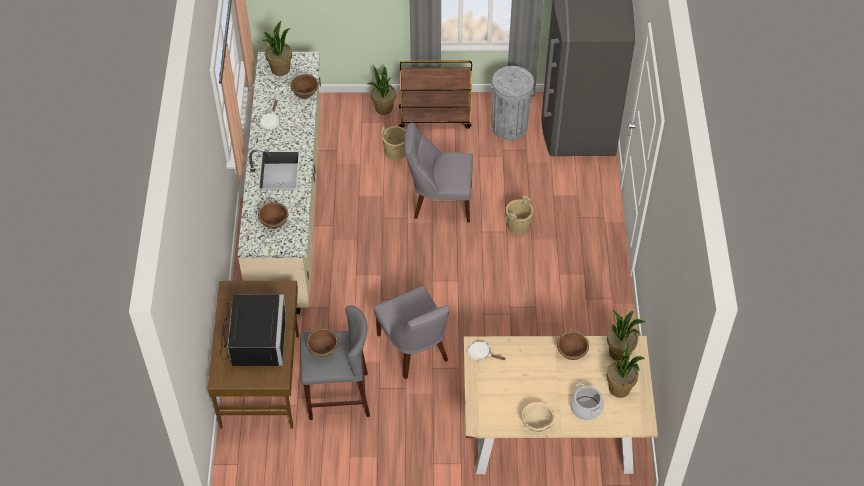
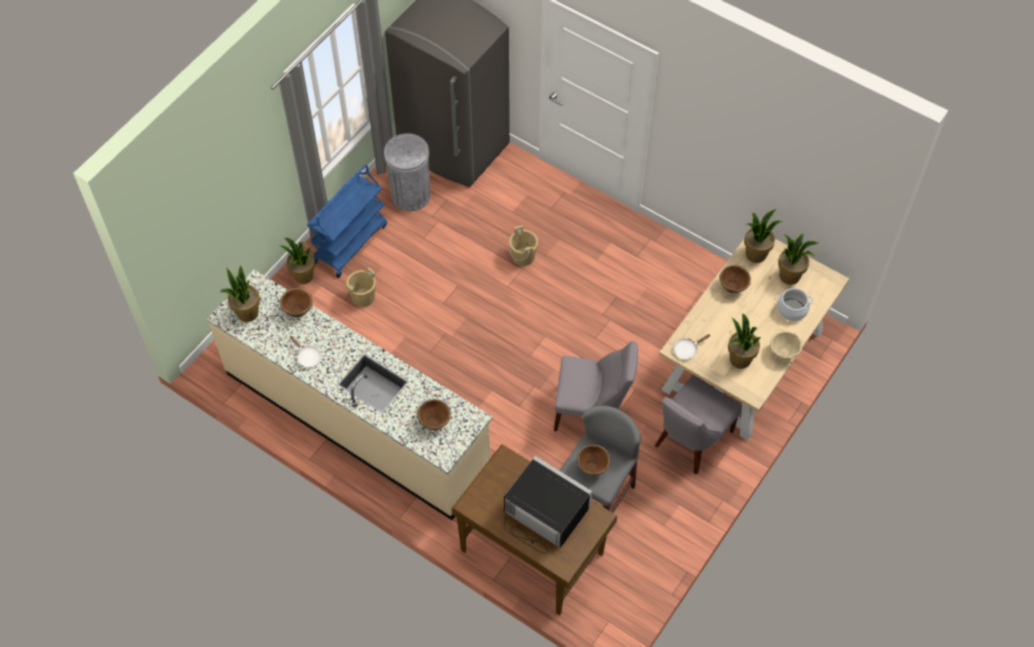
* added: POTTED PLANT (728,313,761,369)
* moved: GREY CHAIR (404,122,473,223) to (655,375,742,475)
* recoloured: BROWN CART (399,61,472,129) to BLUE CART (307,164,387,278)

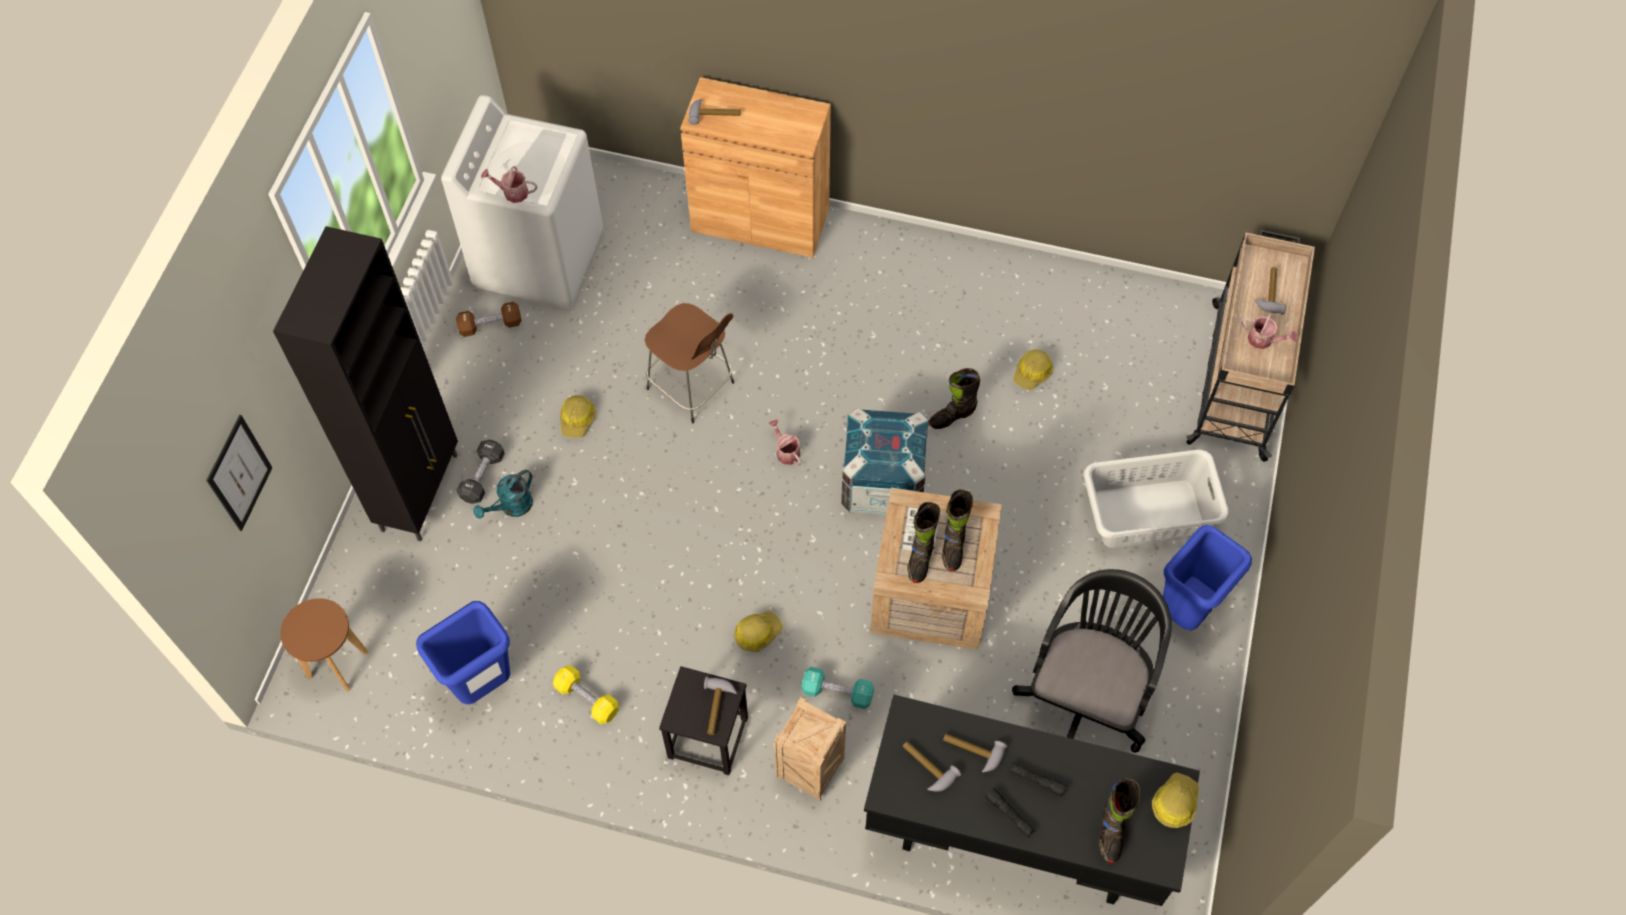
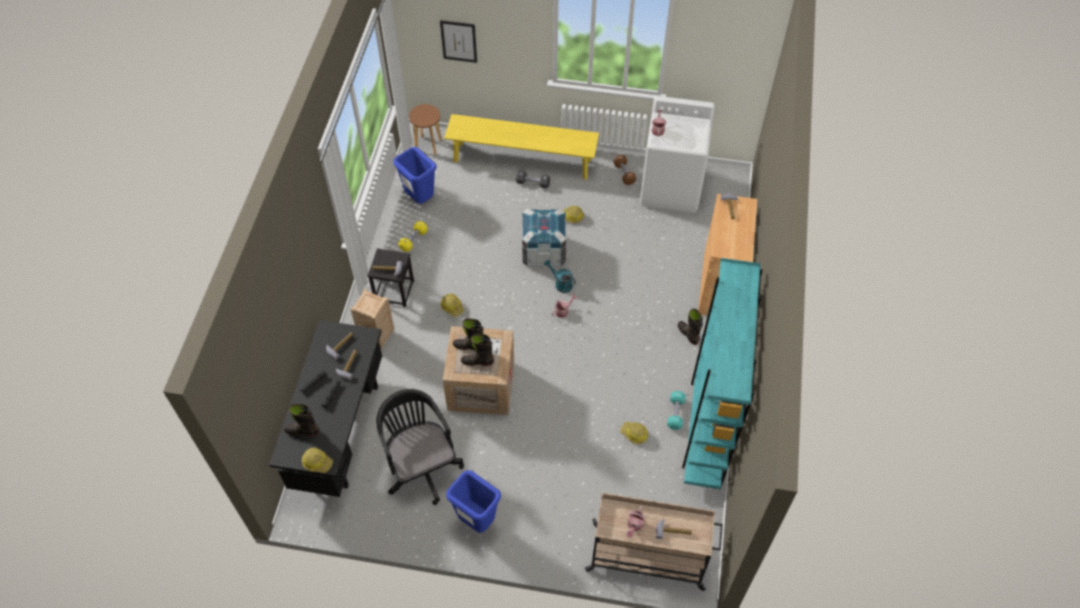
* removed: BROWN STOOL (645,303,734,424)
* removed: GREY LAUNDRY BASKET (1083,449,1229,548)
* added: TURQUOISE BOOKCASE (682,258,763,489)
* moved: TURQUOISE WATERING CAN (474,469,533,519) to (544,260,576,293)
* moved: TURQUOISE DUMBBELL (801,667,874,709) to (667,391,686,430)
* moved: CRATE (841,407,929,515) to (522,209,566,267)
* moved: BLACK BOOT (929,368,980,429) to (678,309,703,345)
* replaced: BLACK CABINET (273,226,458,541) to YELLOW BENCH (444,114,599,180)
* turned: BLACK OFFICE CHAIR (1012,569,1172,753) = (376,389,464,505) 135 degrees counterclockwise

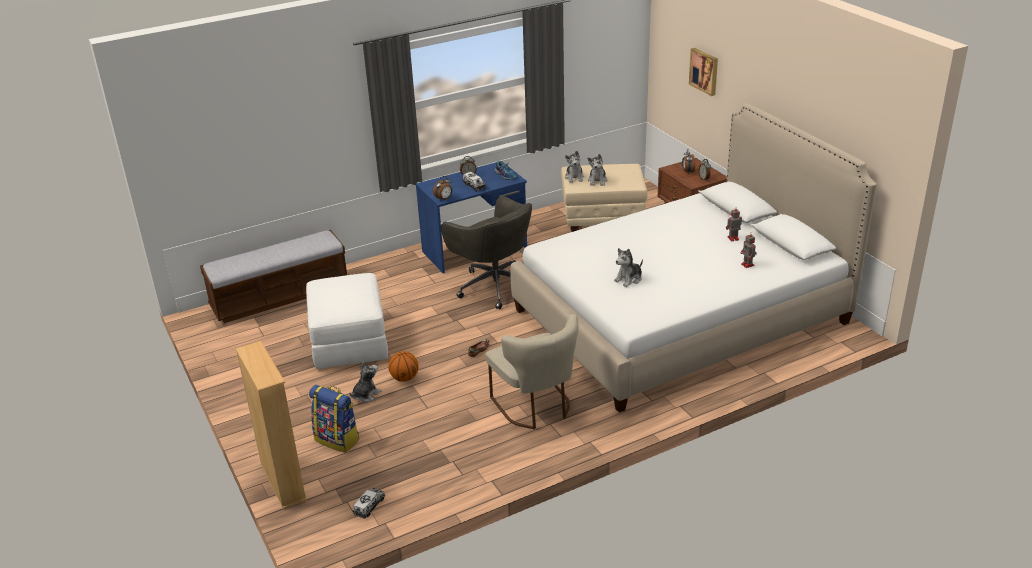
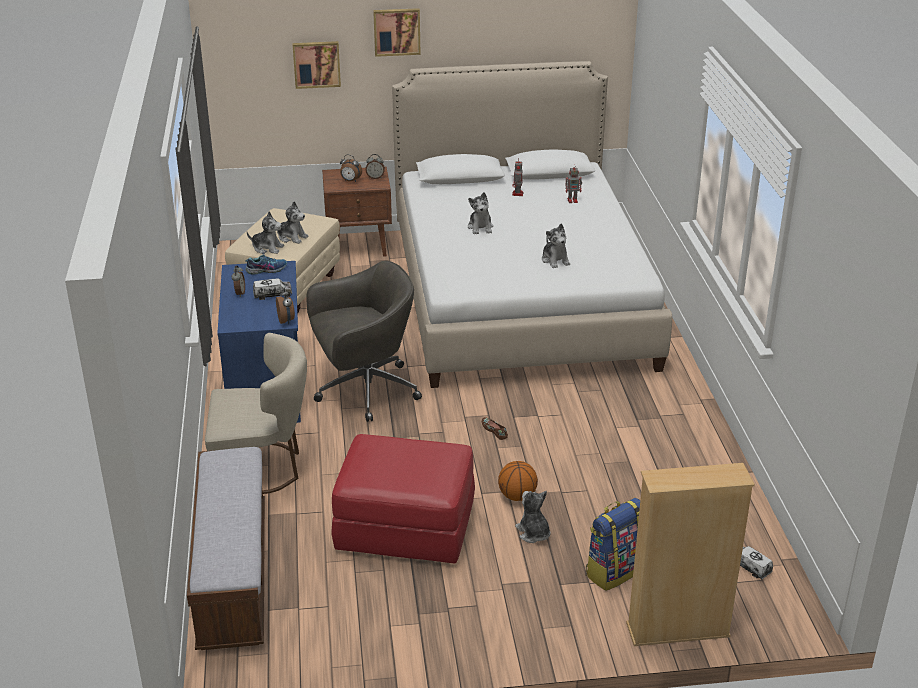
* added: PICTURE (373,8,421,57)
* added: PLUSH TOY (468,192,493,234)
* moved: BEIGE CHAIR (485,314,578,429) to (205,333,307,494)
* recoloured: WHITE OTTOMAN (306,273,388,369) to RED OTTOMAN (331,434,475,564)

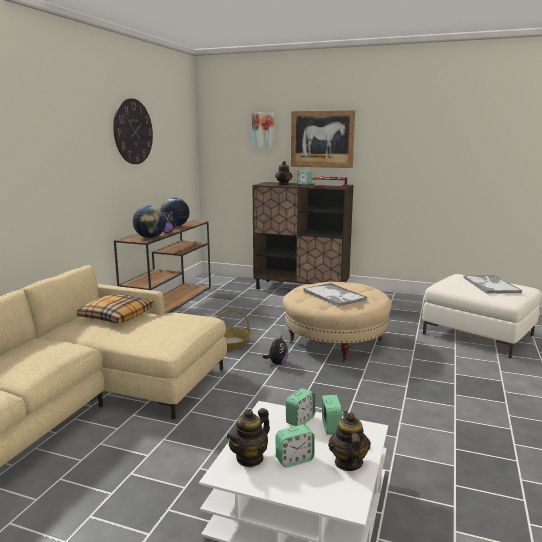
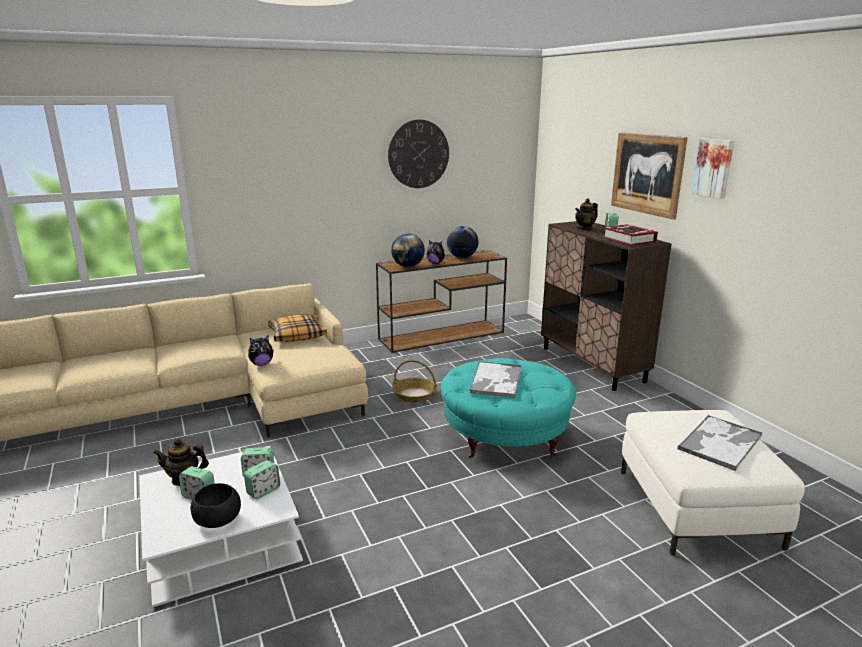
* moved: PICTURE (252,112,274,148) to (692,138,734,199)
* moved: PLUSH TOY (263,335,288,365) to (248,336,274,366)
* replaced: TEAPOT (328,411,371,471) to BLACK BOWL (191,483,241,528)
* recoloured: BEIGE OTTOMAN (283,282,392,362) to TURQUOISE OTTOMAN (441,358,576,458)

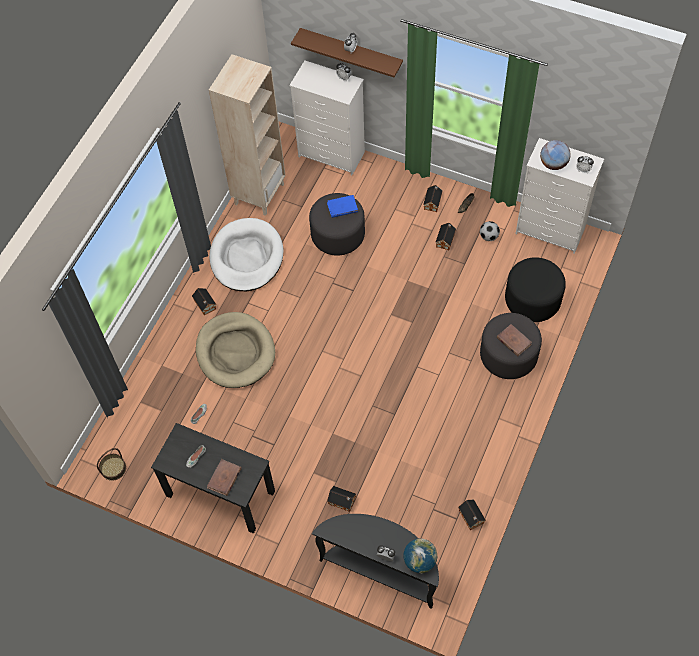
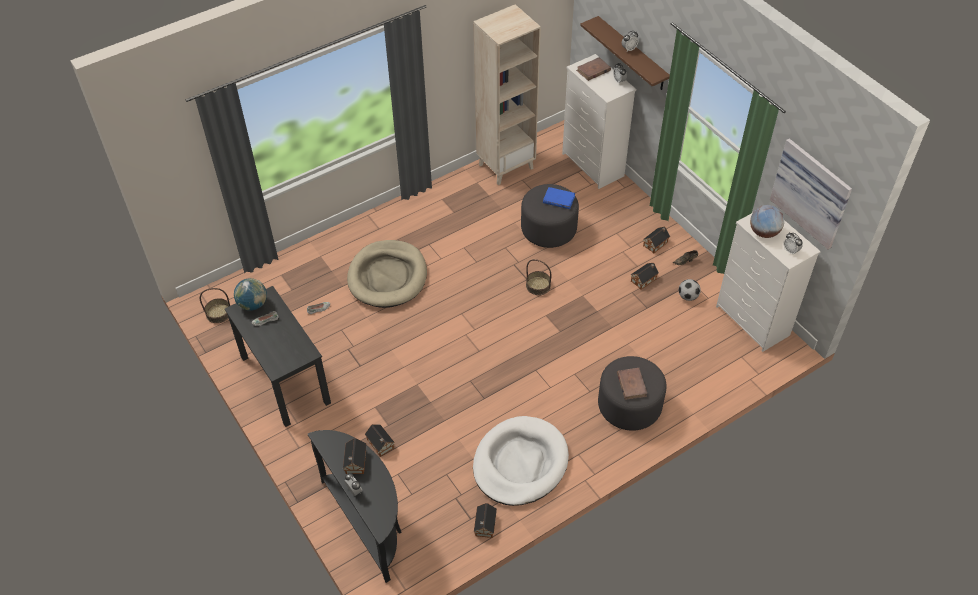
* removed: BLACK OTTOMAN (505,257,566,322)
* added: BASKET (526,259,552,295)
* added: PICTURE (770,139,852,249)
* moved: TOY HOUSE (192,288,216,315) to (343,438,367,474)
* moved: BROWN BOOK (207,459,242,496) to (576,57,611,81)
* moved: WHITE DOG BED (209,218,283,291) to (473,416,569,506)
* moved: GLOBE (403,539,437,573) to (234,278,267,311)

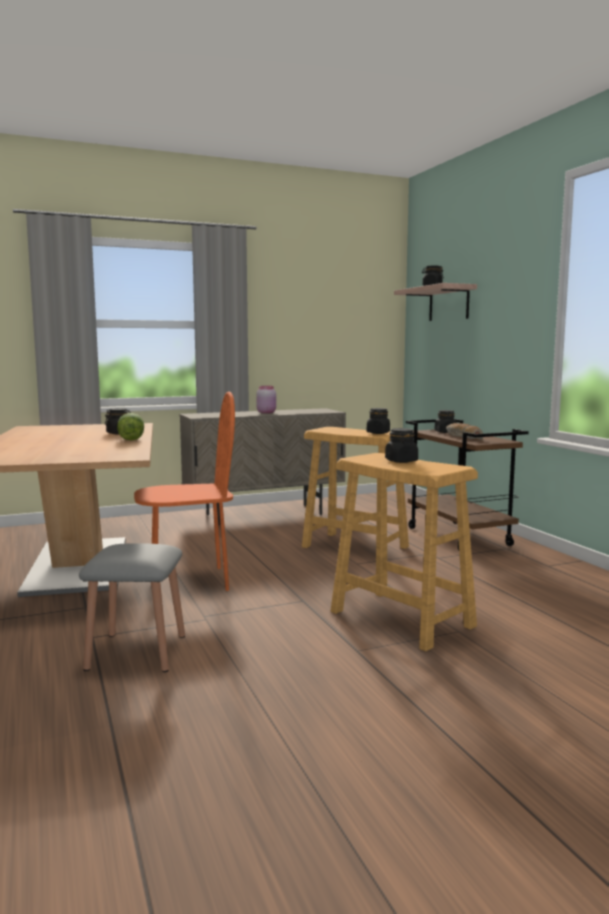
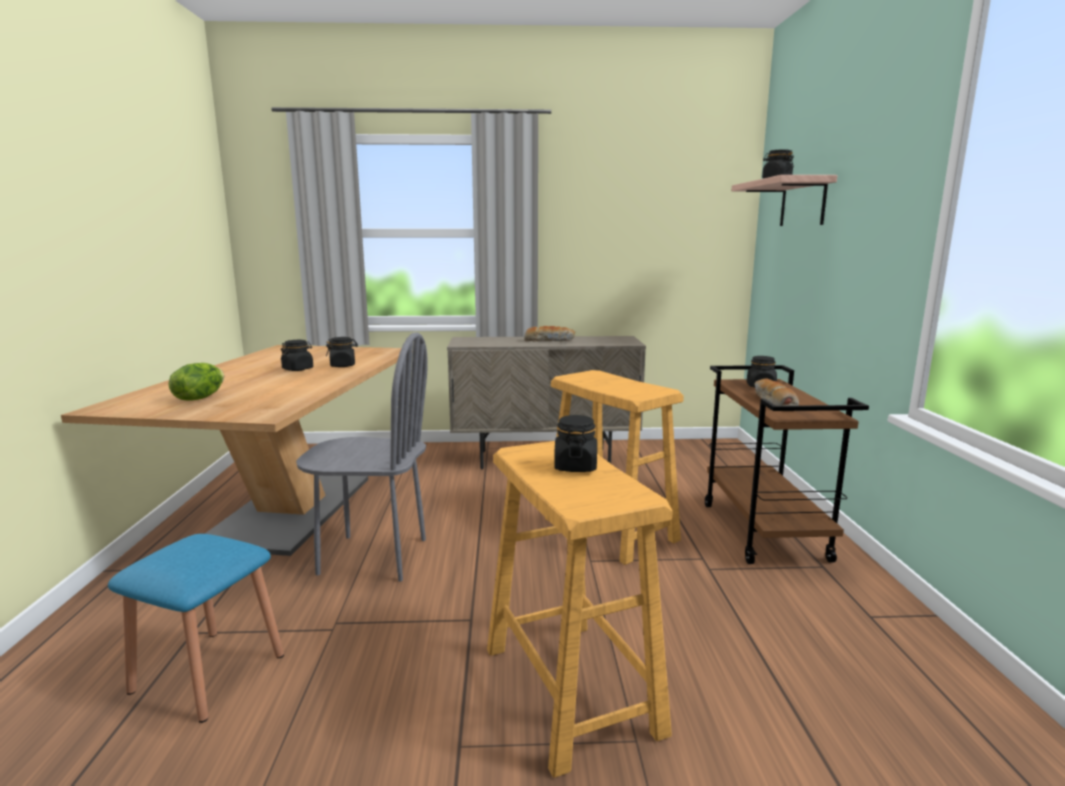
* moved: LETTUCE (117,413,144,441) to (168,363,224,401)
* moved: BLACK JAR (367,408,390,434) to (281,340,313,371)
* replaced: PINK JAR (256,386,276,413) to BREAD (524,326,575,342)
* recoloured: GREY STOOL (79,543,185,672) to BLUE STOOL (108,534,284,723)
* recoloured: ORANGE CHAIR (134,392,235,591) to GREY CHAIR (296,332,428,582)

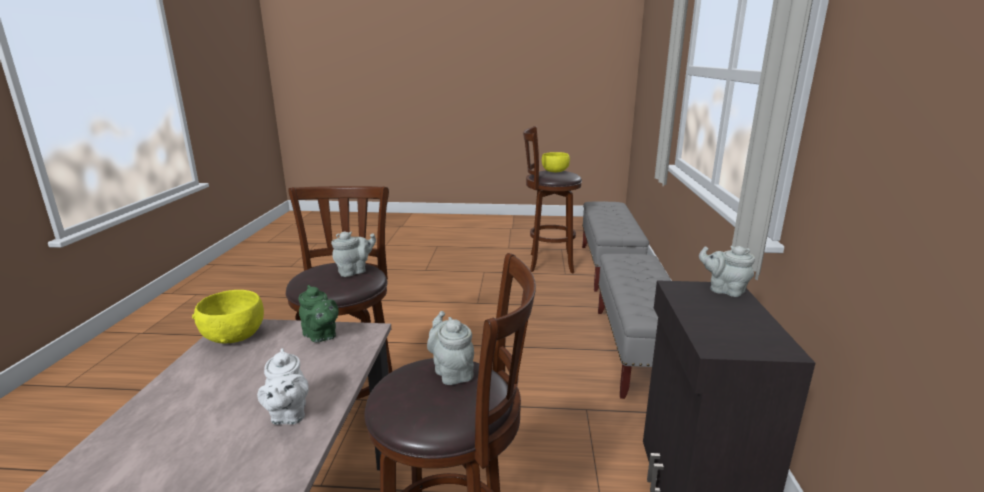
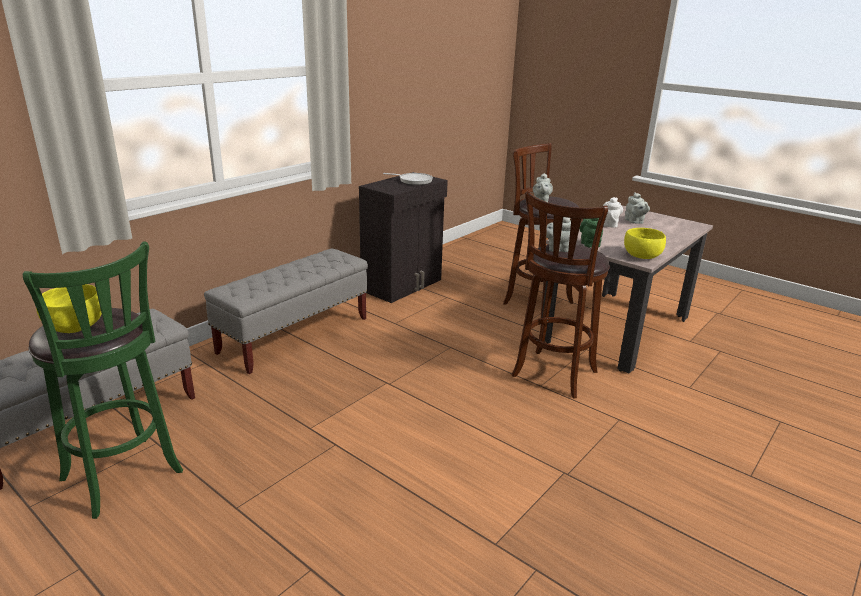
* added: FRYING PAN (383,173,433,185)
* moved: GREY TEAPOT (699,246,755,297) to (625,192,650,224)
* recoloured: BROWN STOOL (523,126,582,273) to GREEN STOOL (23,241,183,519)

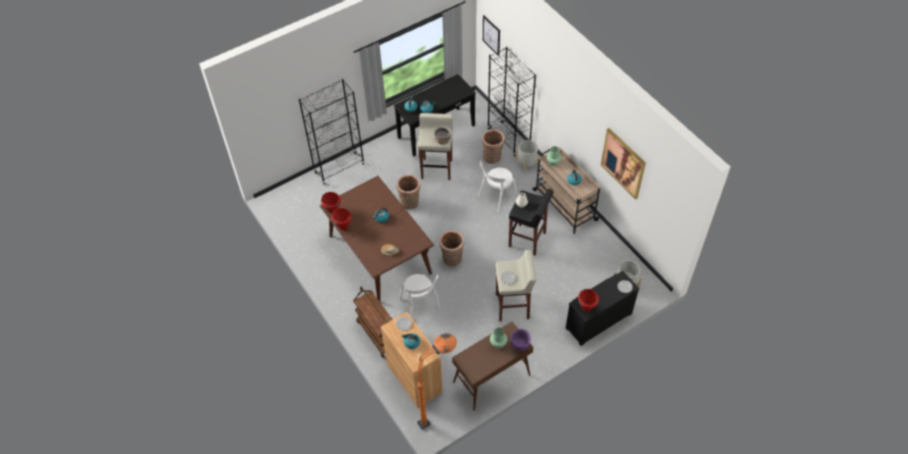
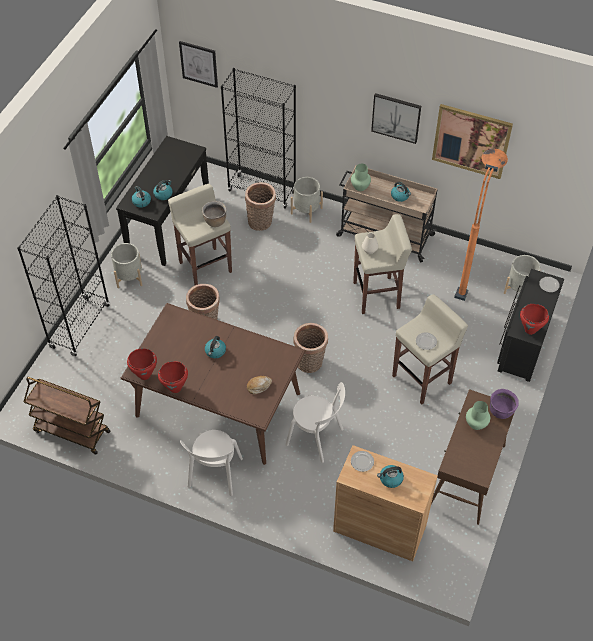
* added: GREY PLANTER (111,243,142,288)
* added: PICTURE (371,93,421,144)
* moved: BROWN CART (353,287,393,358) to (23,377,110,455)
* moved: ORANGE FLOOR LAMP (417,333,457,430) to (454,149,508,301)
* moved: WHITE CHAIR (478,160,518,212) to (180,430,243,496)
* recoloured: BLACK STOOL (509,189,554,256) to BEIGE STOOL (353,214,412,314)

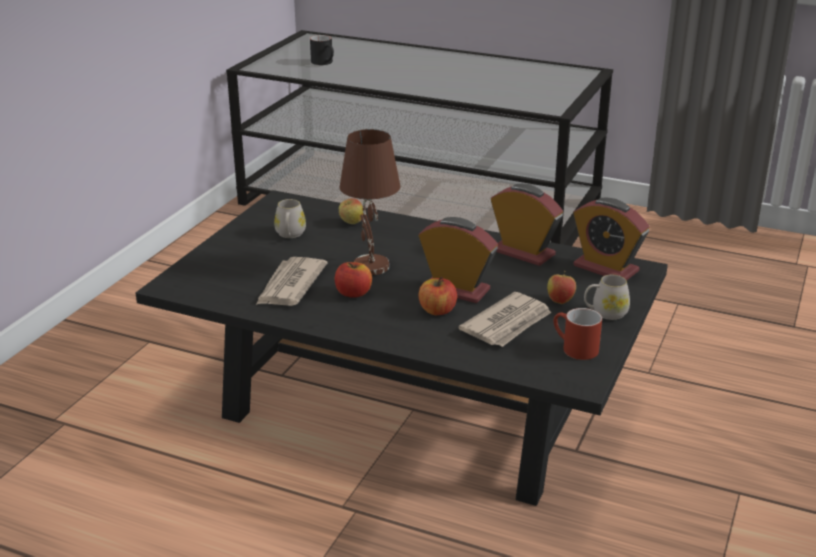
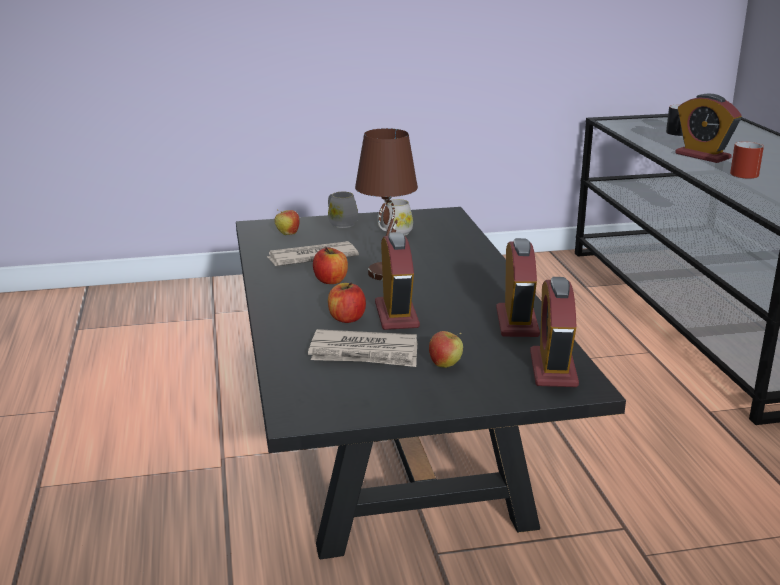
* added: ALARM CLOCK (675,94,742,163)
* moved: APPLE (339,198,363,224) to (274,209,300,235)
* moved: RED MUG (554,308,602,360) to (730,141,764,178)
* moved: WHITE MUG (584,275,630,320) to (328,192,358,228)

